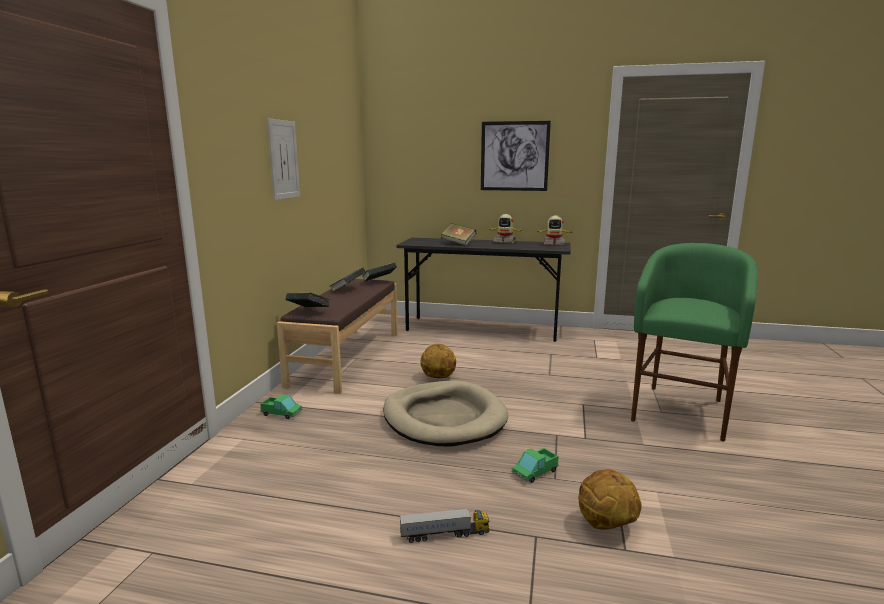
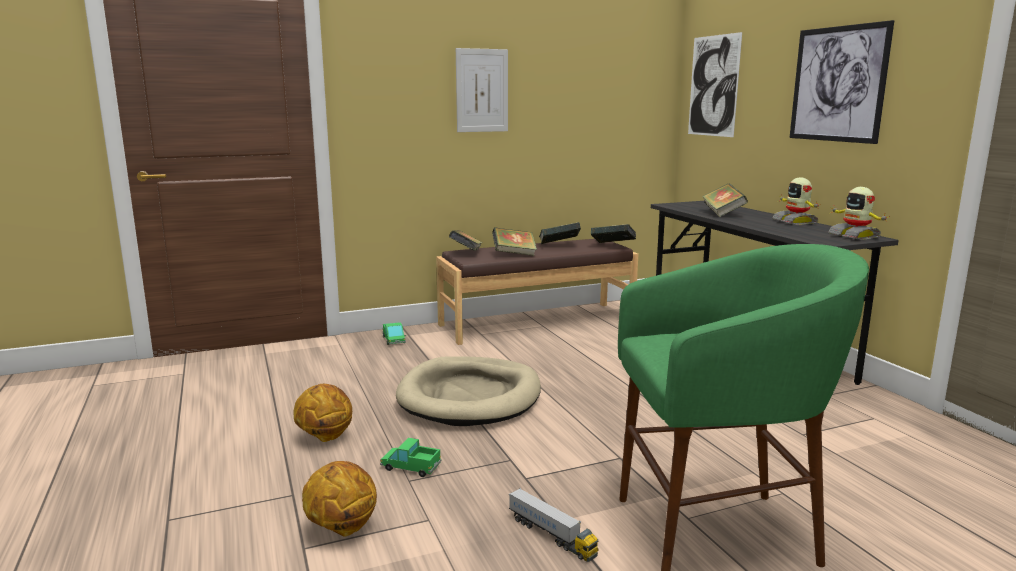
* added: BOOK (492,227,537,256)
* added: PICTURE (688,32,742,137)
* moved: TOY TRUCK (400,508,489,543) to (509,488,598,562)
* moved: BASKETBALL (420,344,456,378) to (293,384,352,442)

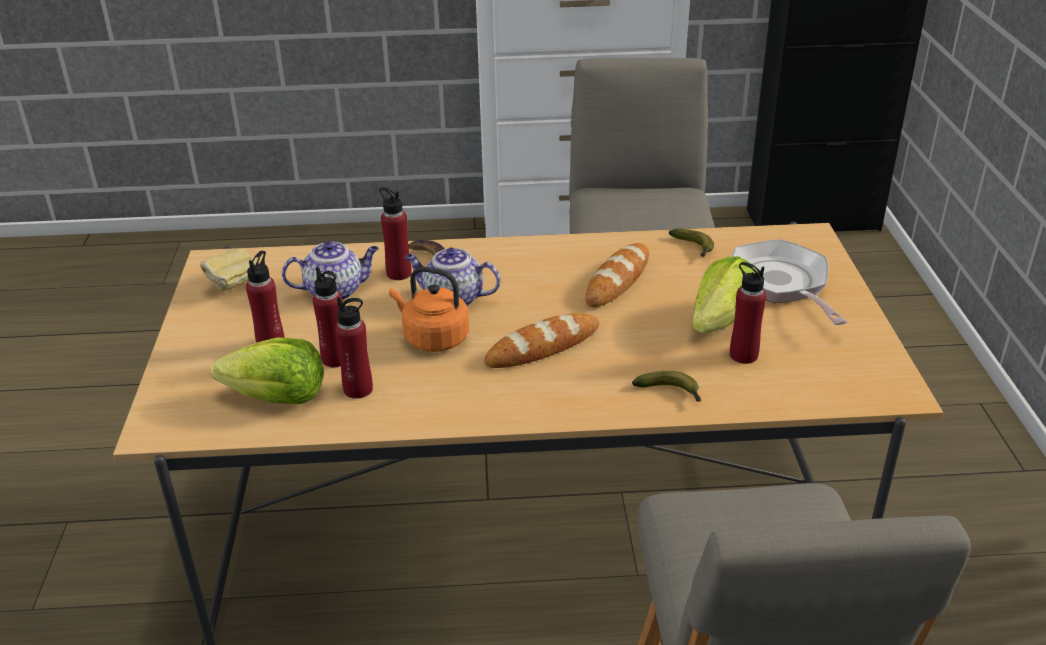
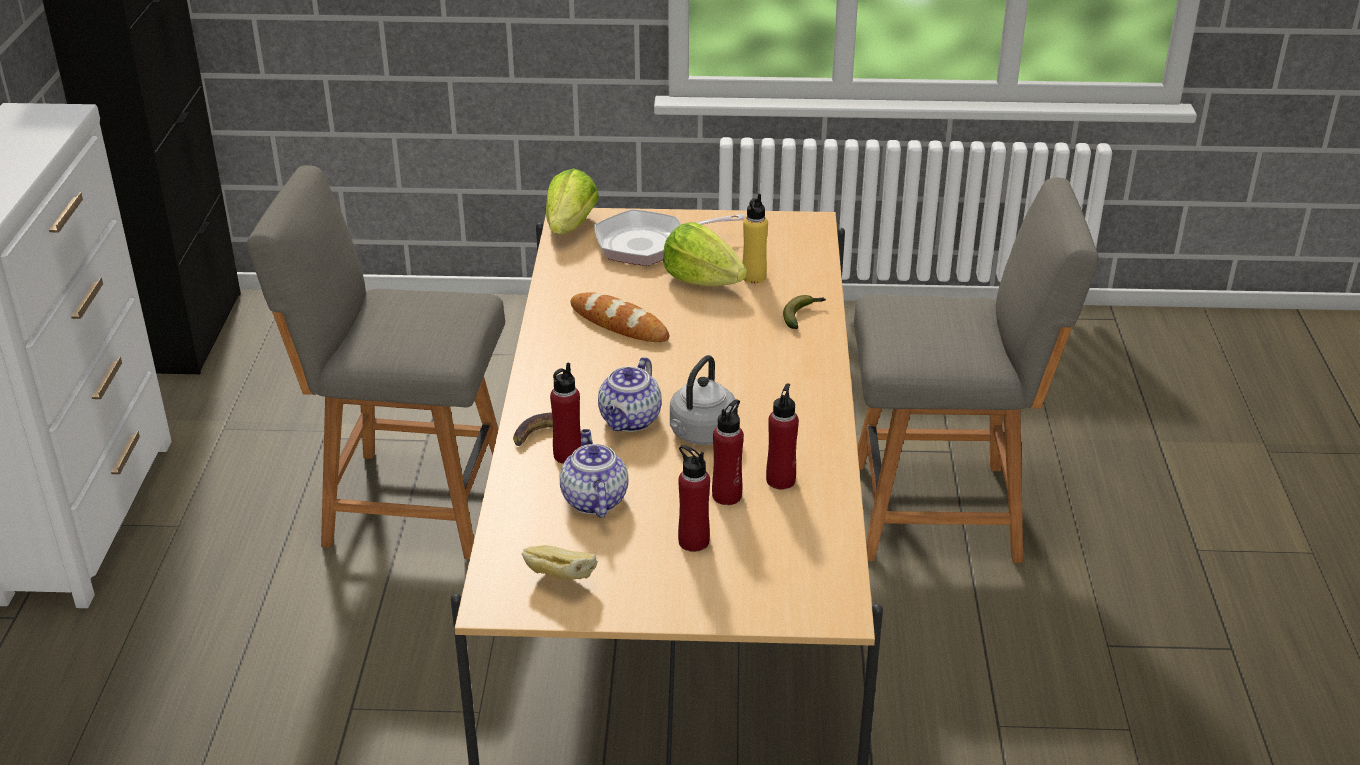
* removed: BREAD (484,313,599,368)
* removed: BANANA (668,228,714,258)
* moved: LETTUCE (211,338,324,404) to (546,168,599,234)
* recoloured: ORANGE KETTLE (389,266,469,352) to GREY KETTLE (670,355,737,445)
* recoloured: RED BOTTLE (730,262,767,364) to YELLOW BOTTLE (742,194,768,283)

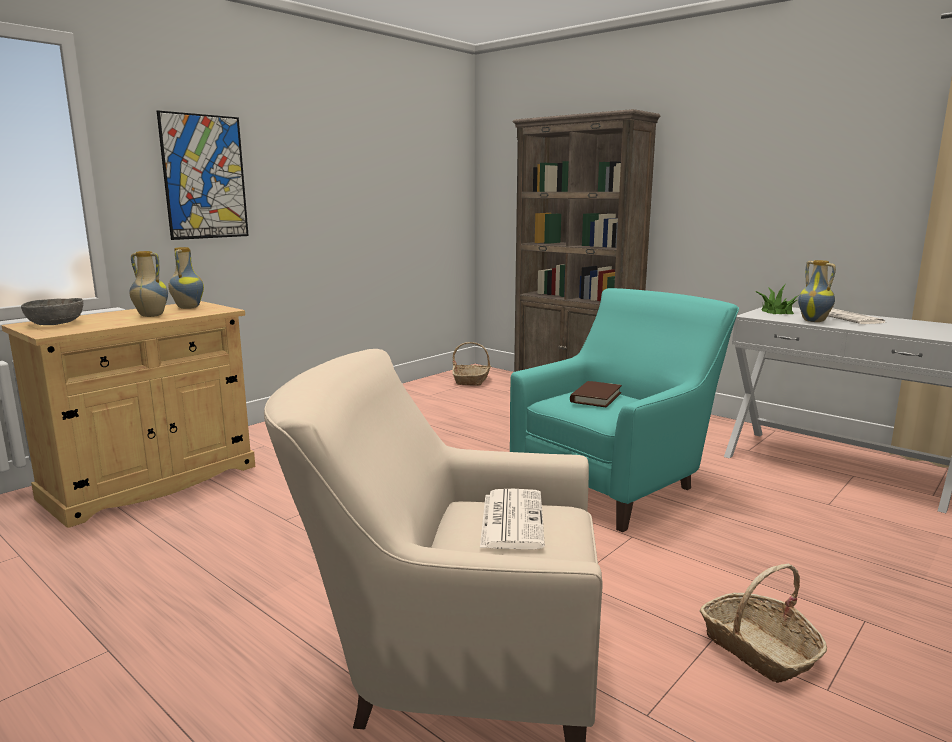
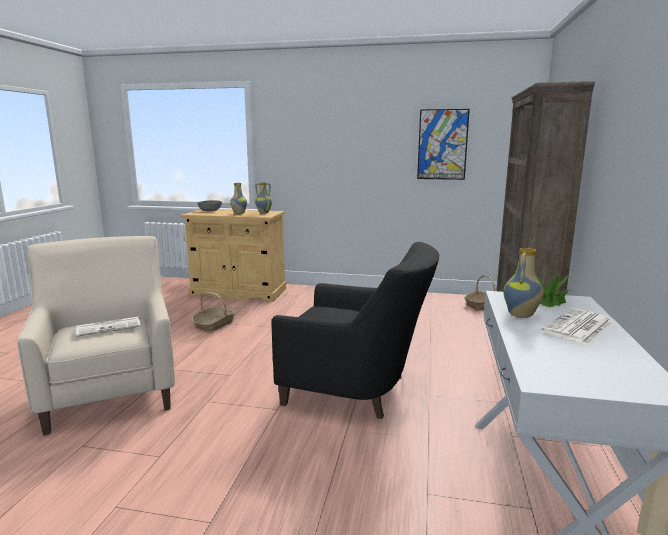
* removed: BROWN BOOK (570,381,622,408)
* moved: PICTURE (157,110,249,240) to (417,109,470,180)
* moved: BASKET (700,564,827,683) to (191,292,235,332)
* recoloured: TURQUOISE ARMCHAIR (510,288,739,533) to BLACK ARMCHAIR (271,242,439,419)

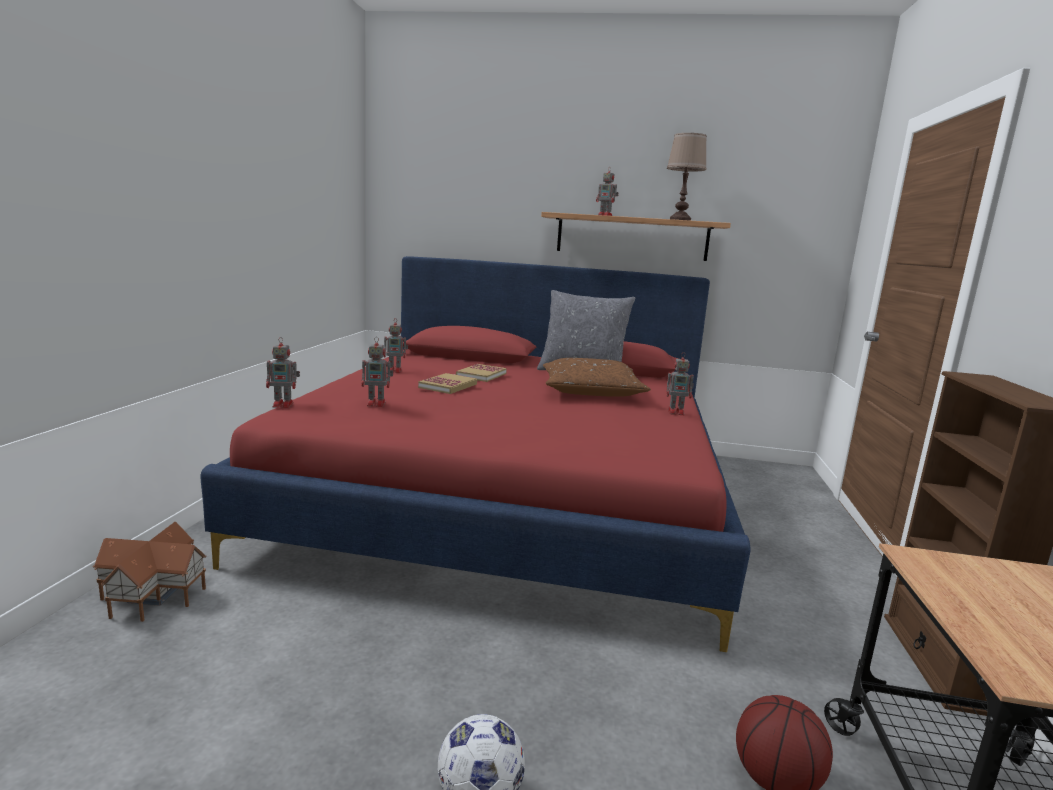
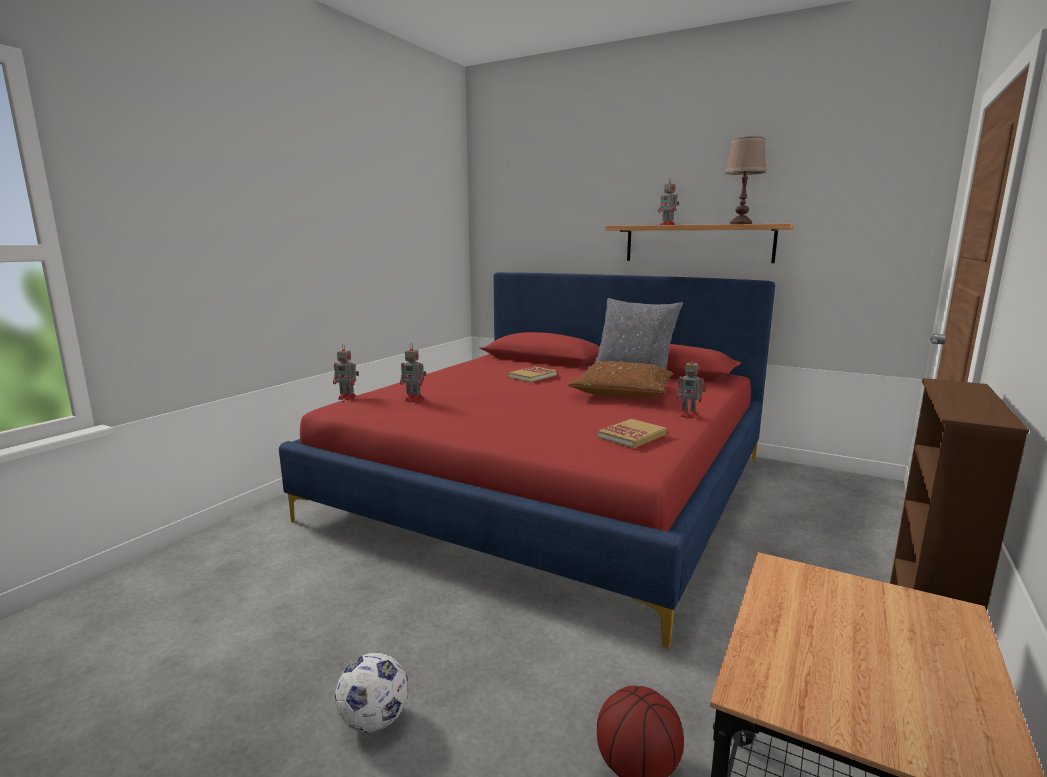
* removed: TOY HOUSE (92,522,206,622)
* removed: TOY ROBOT (384,321,408,373)
* moved: BOOK (418,373,477,394) to (598,419,667,448)

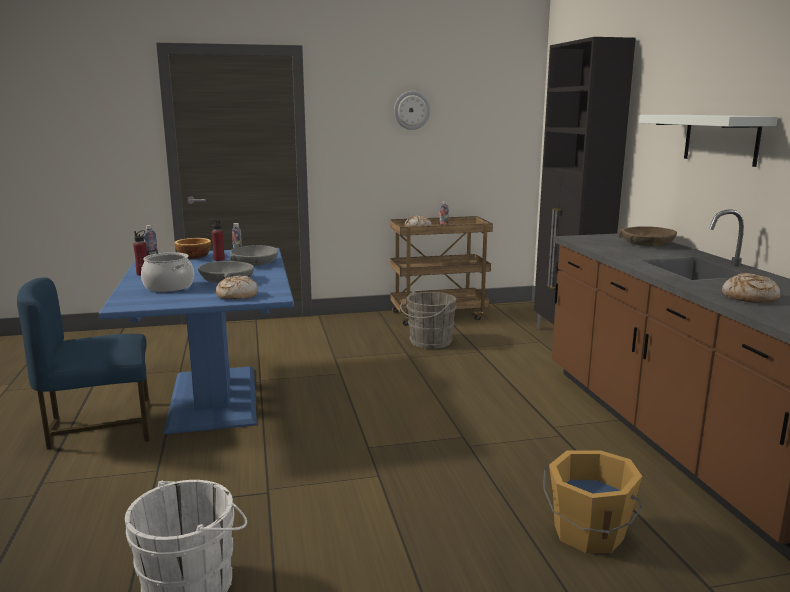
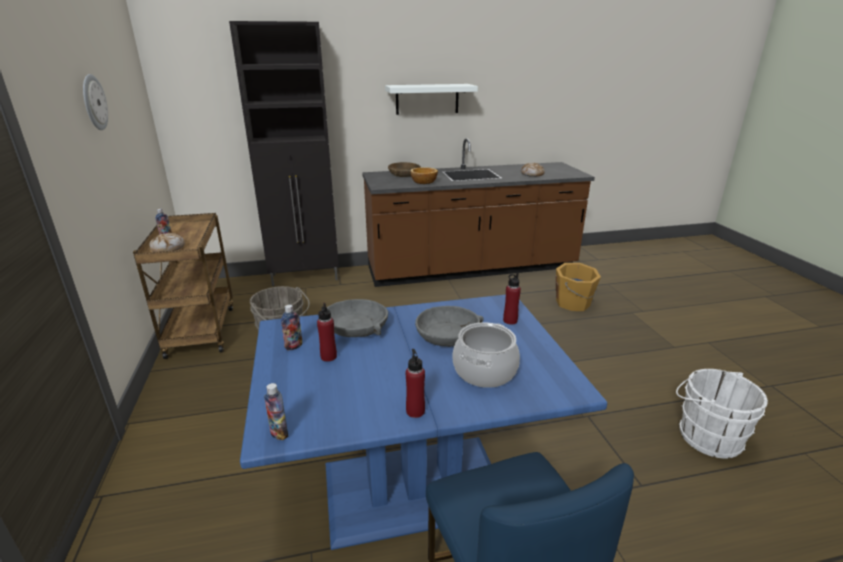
* moved: BOWL (174,238,211,259) to (410,167,438,184)
* replaced: BREAD (216,276,258,299) to RED BOTTLE (503,272,521,325)

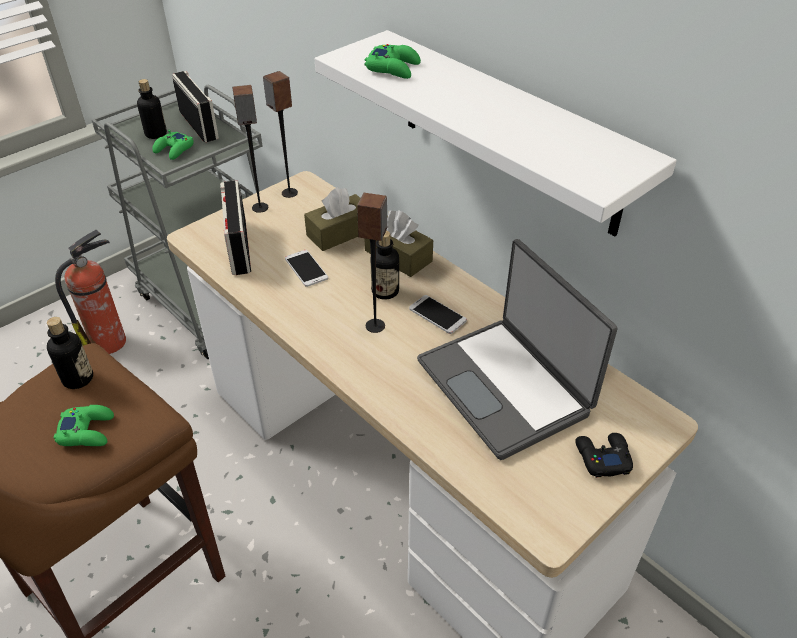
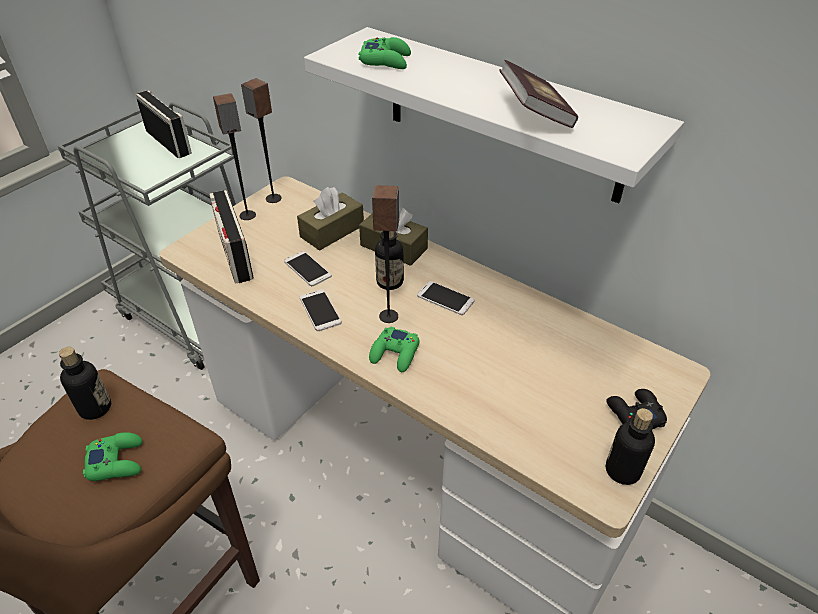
* removed: FIRE EXTINGUISHER (55,230,126,354)
* removed: LAPTOP (417,239,617,460)
* added: PHONE (300,289,342,331)
* added: BOOK (500,60,578,128)
* moved: BOTTLE (137,79,167,139) to (606,408,655,485)
* moved: GREEN GAME CONTROLLER (152,130,194,160) to (369,326,419,372)

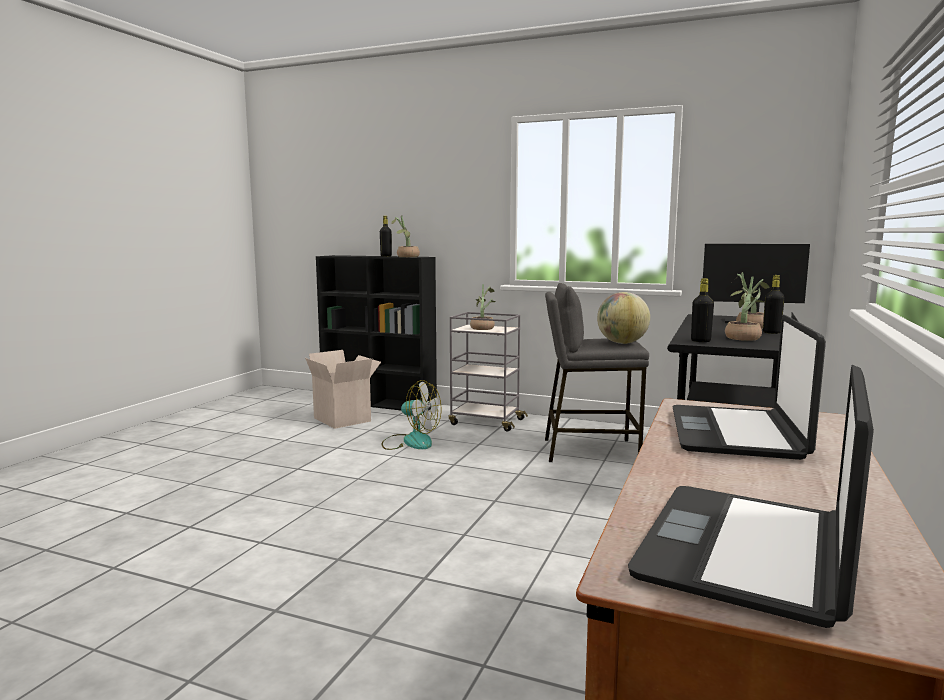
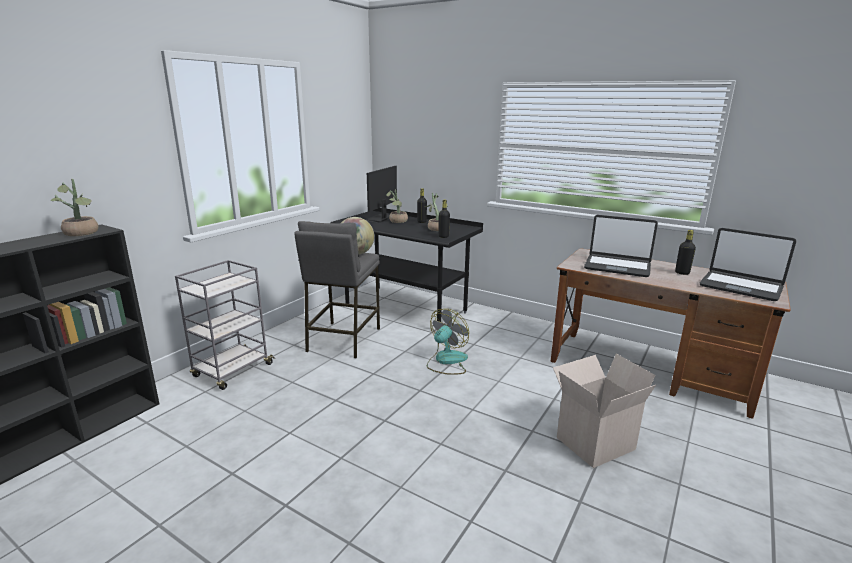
* removed: POTTED PLANT (470,284,496,330)
* moved: CARDBOARD BOX (305,350,381,429) to (553,354,656,468)
* moved: BLACK BOTTLE (380,216,392,257) to (675,230,696,275)
* moved: FAN (382,380,441,450) to (427,309,469,375)

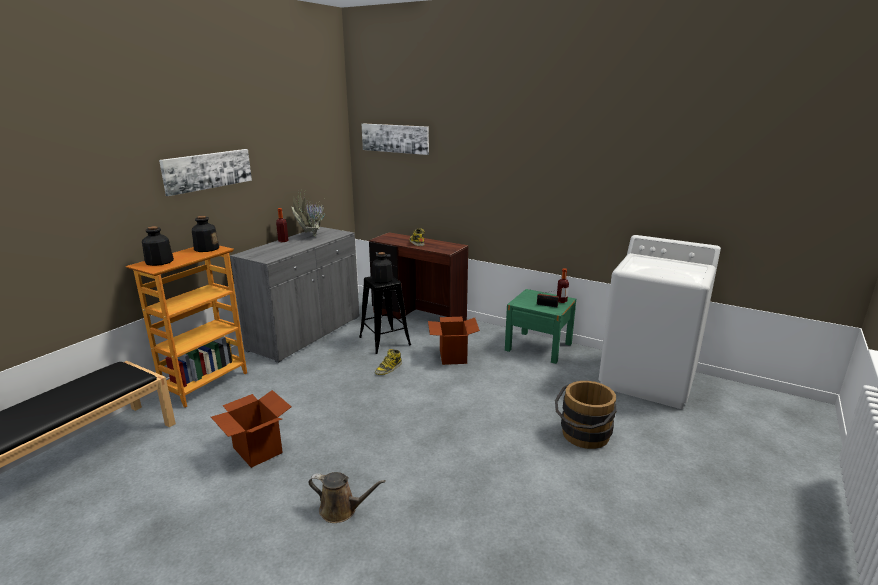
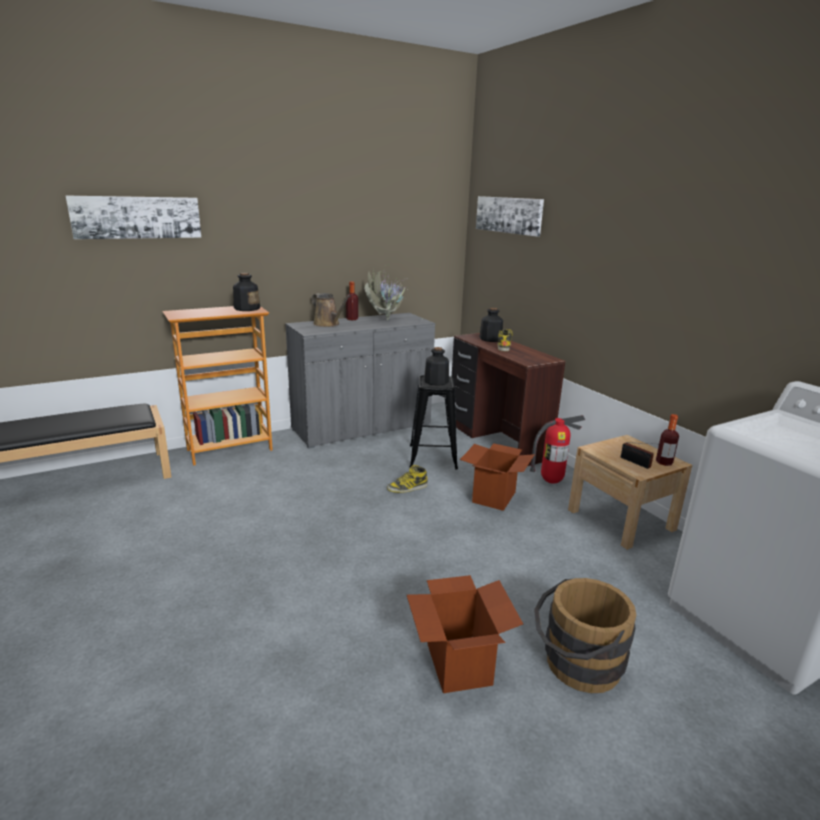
* added: FIRE EXTINGUISHER (530,415,585,484)
* moved: BOTTLE (142,226,174,266) to (479,308,503,342)
* moved: PICTURE (159,149,252,196) to (66,196,202,239)
* moved: CARDBOARD BOX (211,390,291,468) to (407,575,523,693)
* moved: BROWN WATERING CAN (308,472,386,523) to (312,293,351,327)
* recoloured: GREEN NIGHTSTAND (505,289,576,364) to BEIGE NIGHTSTAND (568,435,692,550)

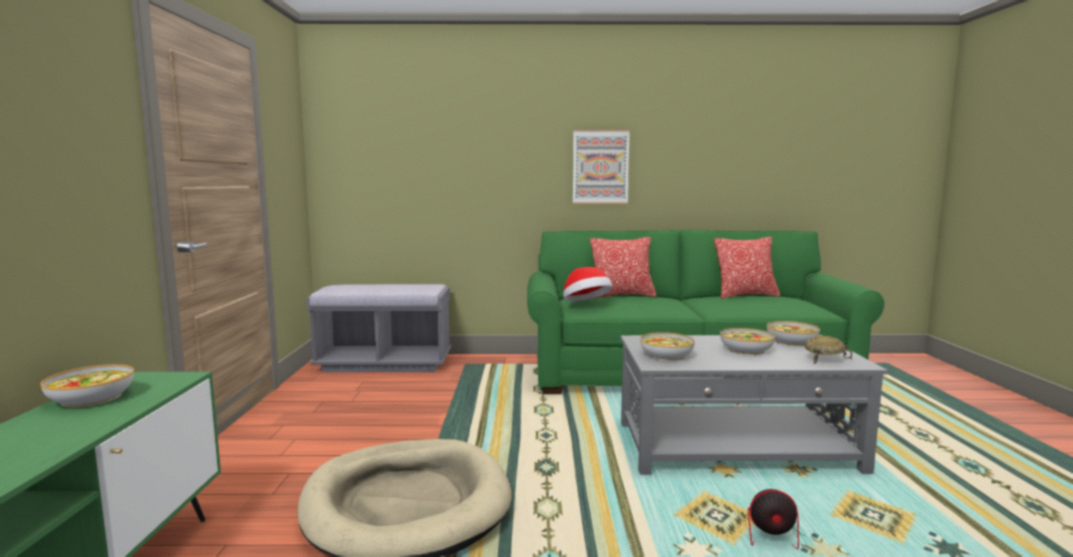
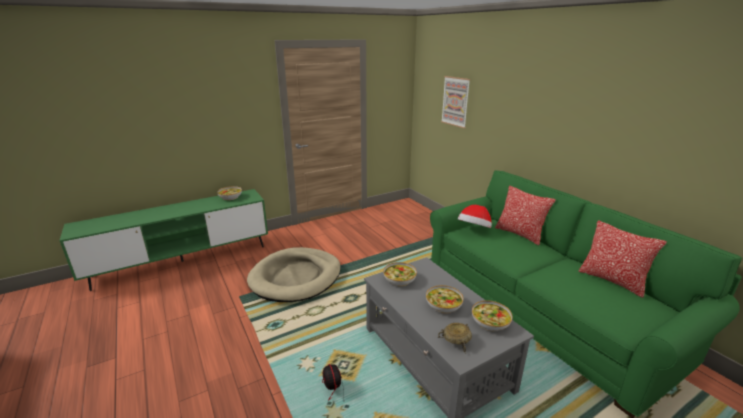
* removed: GREY BENCH (307,284,451,372)
* moved: PICTURE (573,130,630,204) to (441,76,471,128)

